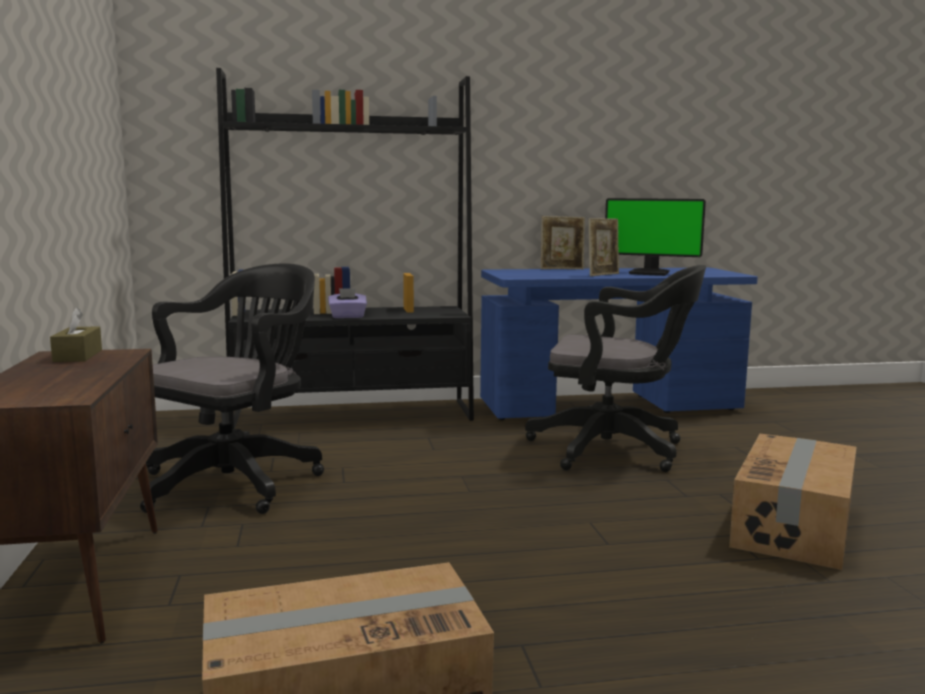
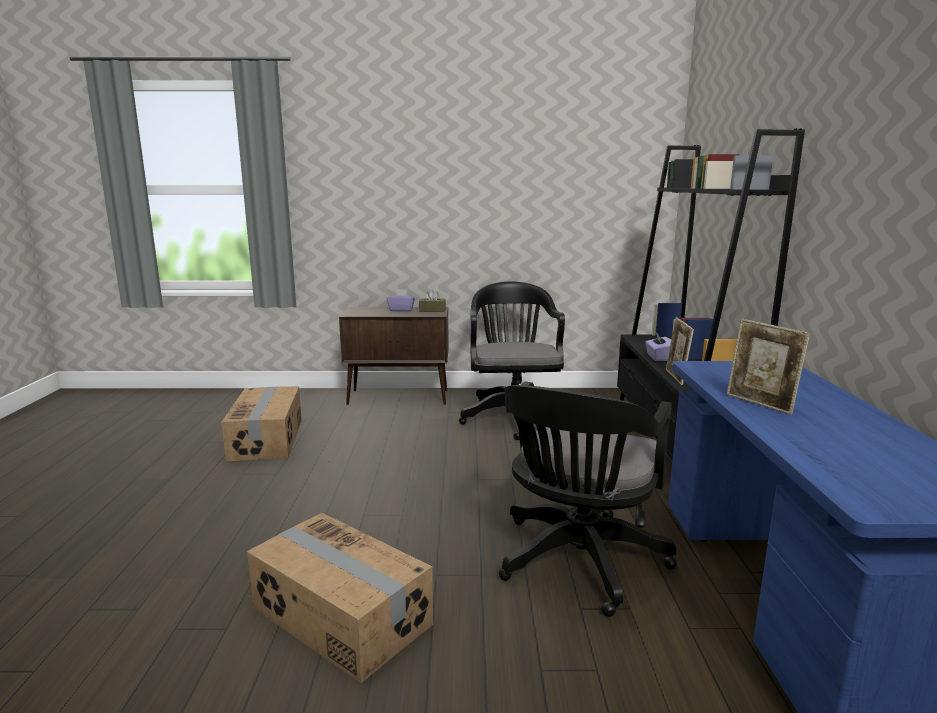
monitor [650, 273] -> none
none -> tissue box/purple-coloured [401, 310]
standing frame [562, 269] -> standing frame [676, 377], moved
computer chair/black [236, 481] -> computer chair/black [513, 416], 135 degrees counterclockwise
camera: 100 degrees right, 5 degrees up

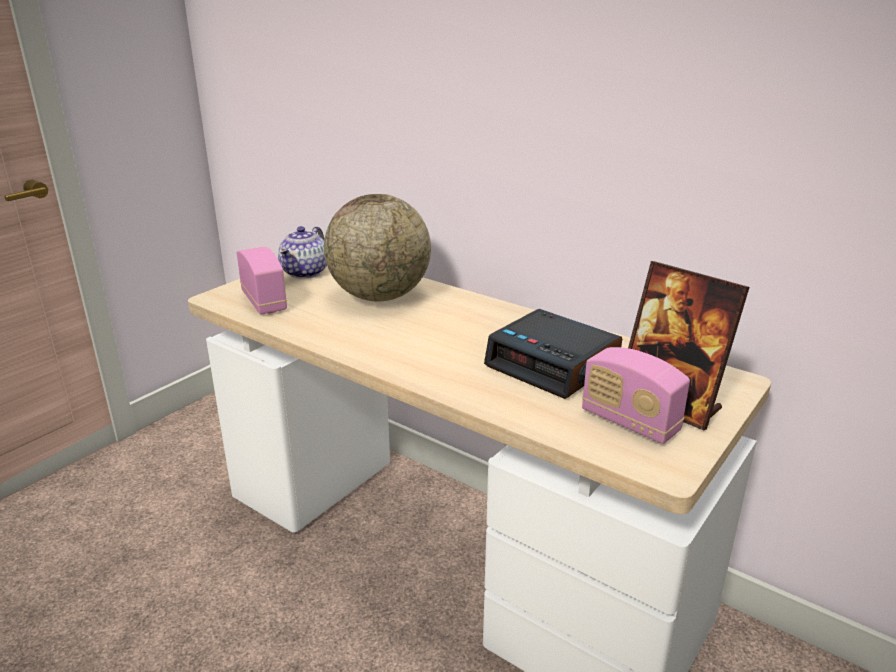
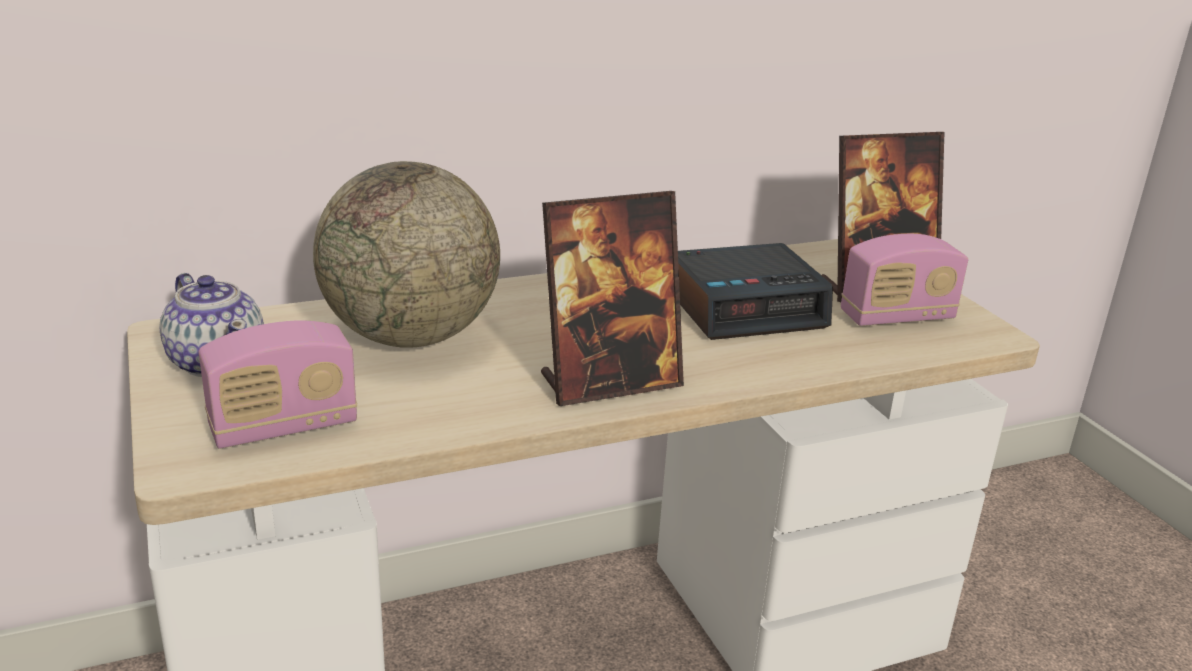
none -> standing frame [609, 382]
radio [264, 302] -> radio [283, 427], 150 degrees clockwise
camera: 60 degrees left, 0 degrees up

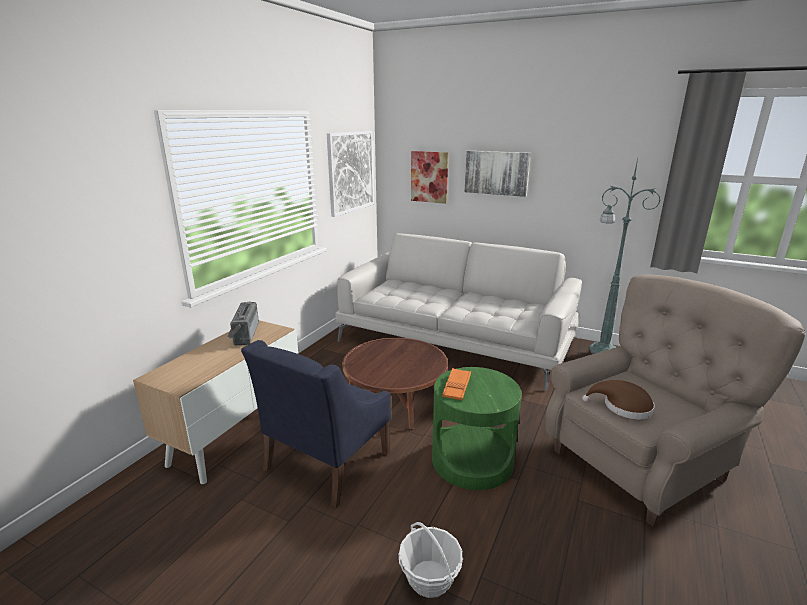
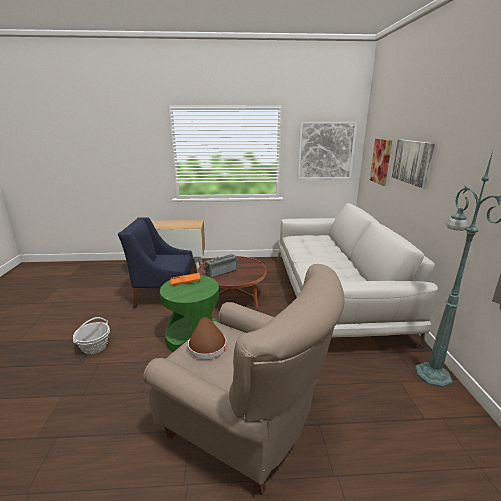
radio [243, 334] -> radio [220, 272], moved
camera: 60 degrees right, 0 degrees up

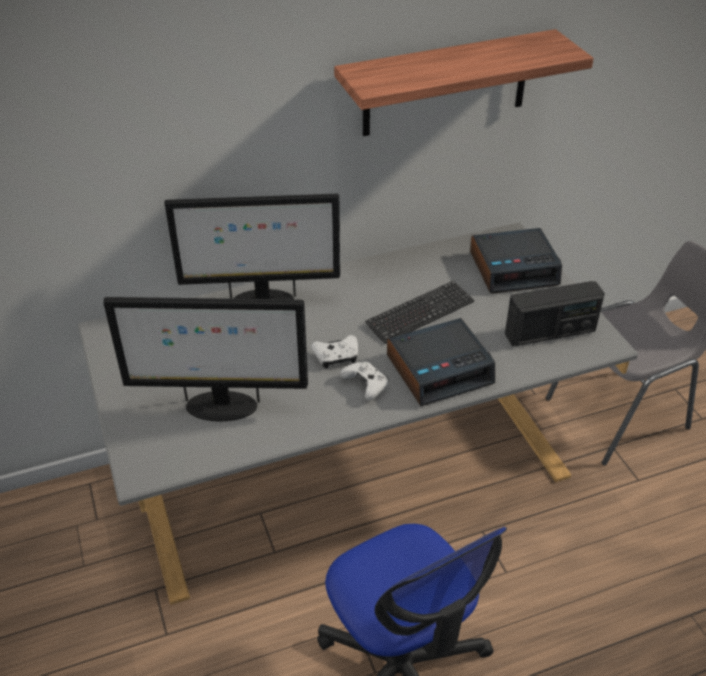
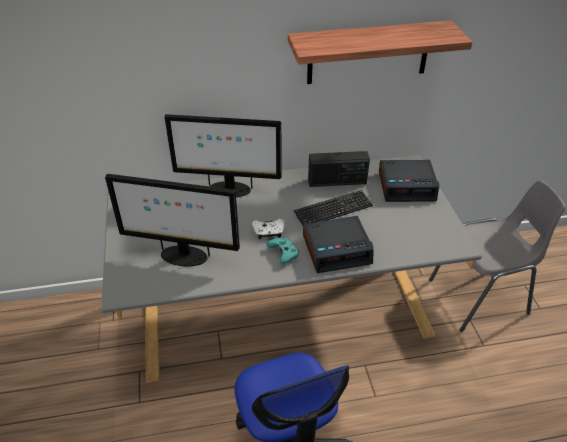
radio [550, 332] -> radio [337, 182], moved
joypad/whitish [366, 385] -> joypad/turquoise [283, 254]
camera: 10 degrees right, 0 degrees up

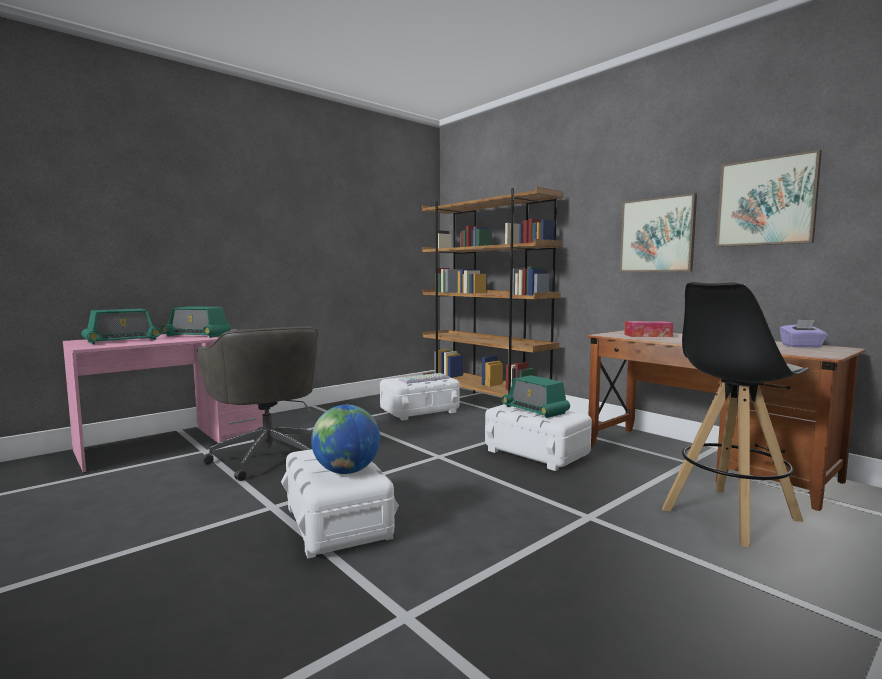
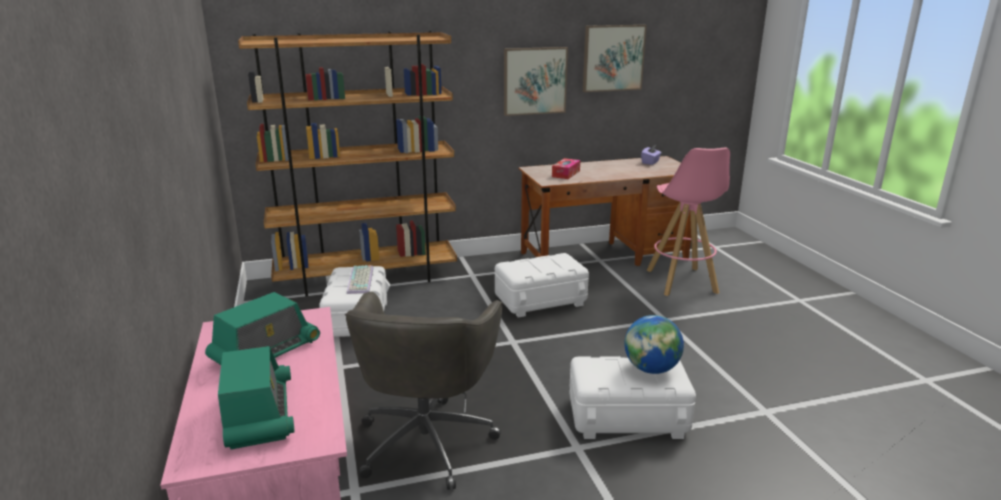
radio [535, 410] -> none
stool seat/black [729, 515] -> stool seat/pink-coloured [681, 282]
computer chair/gray [268, 456] -> computer chair/gray [427, 439], 105 degrees clockwise
camera: 65 degrees left, 15 degrees up

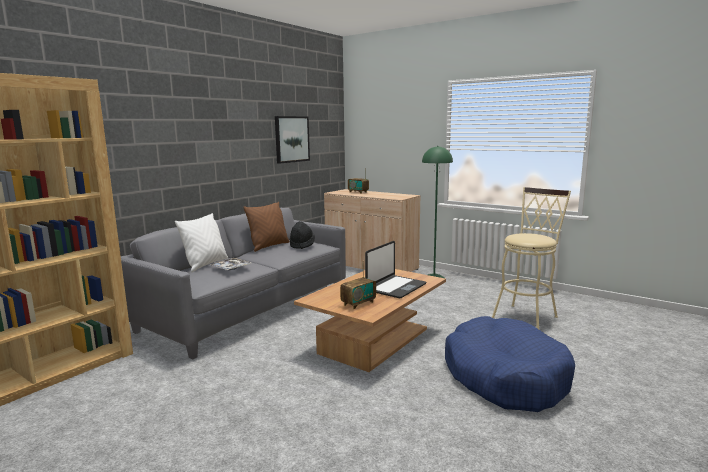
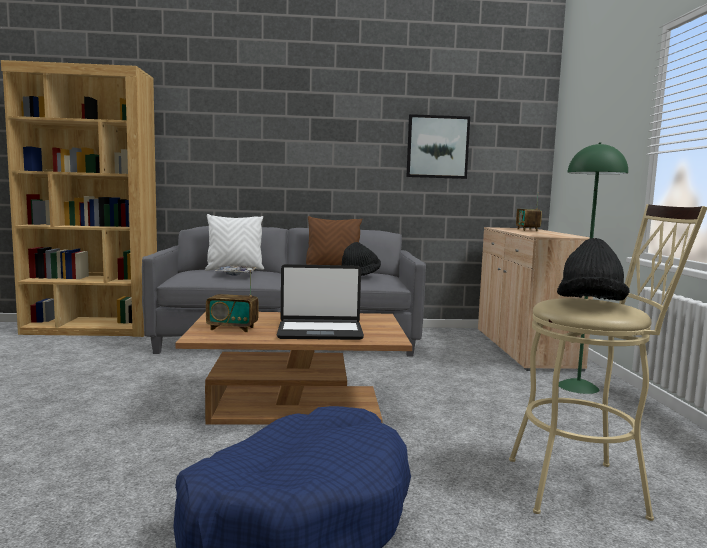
none -> clothing hat/black [590, 304]
camera: 50 degrees right, 5 degrees down

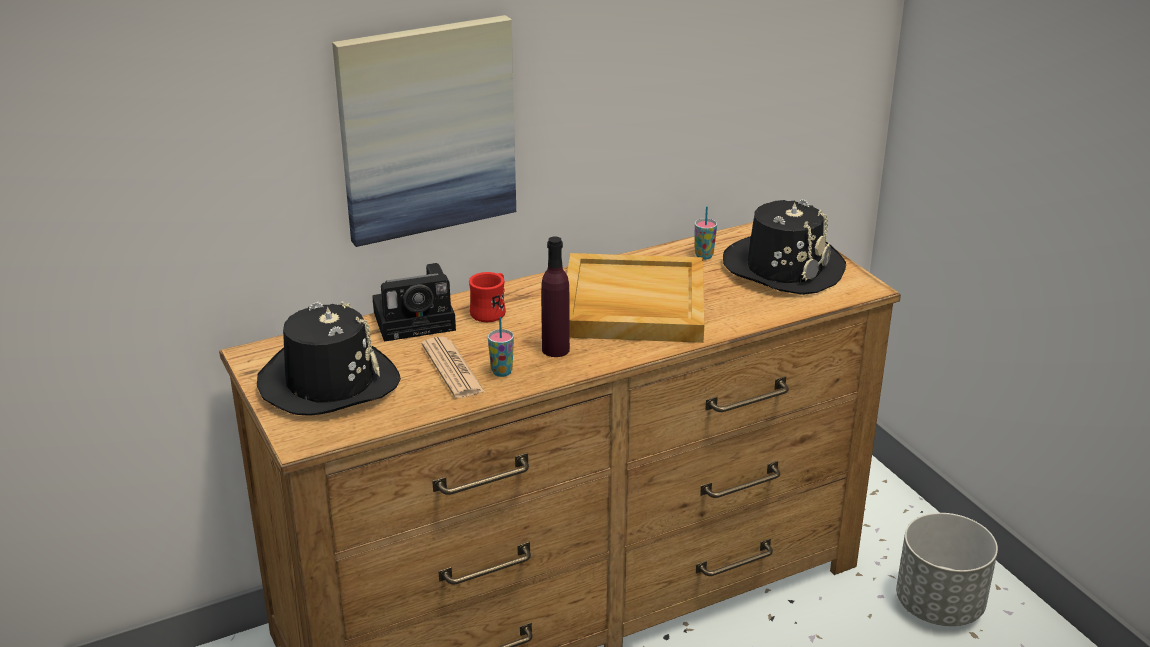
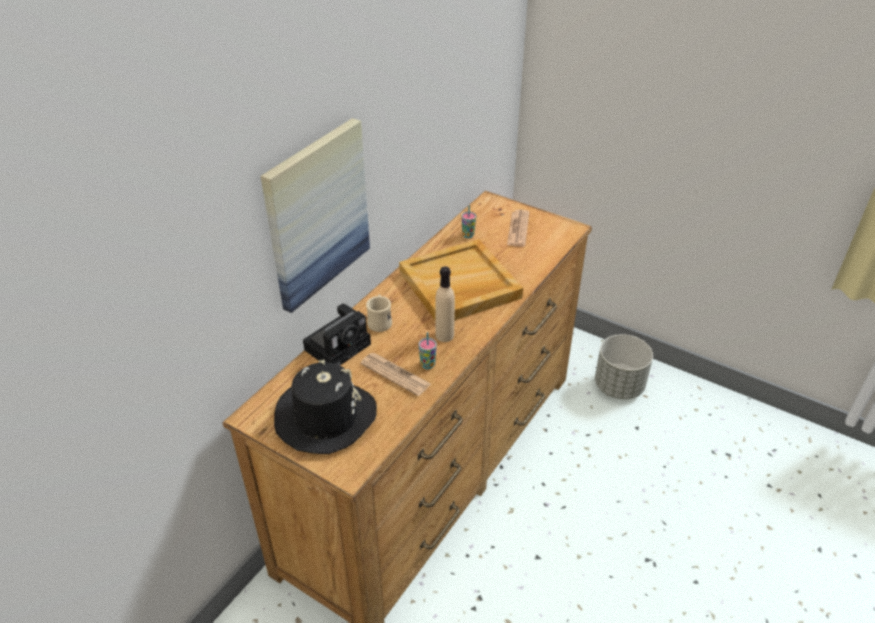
clothing hat/black [783, 267] -> printed paper [518, 229]
mug/red [491, 311] -> mug/beige-coloured [380, 321]
bottle/purple-coloured [555, 349] -> bottle/beige-coloured [444, 335]
camera: 30 degrees left, 10 degrees up

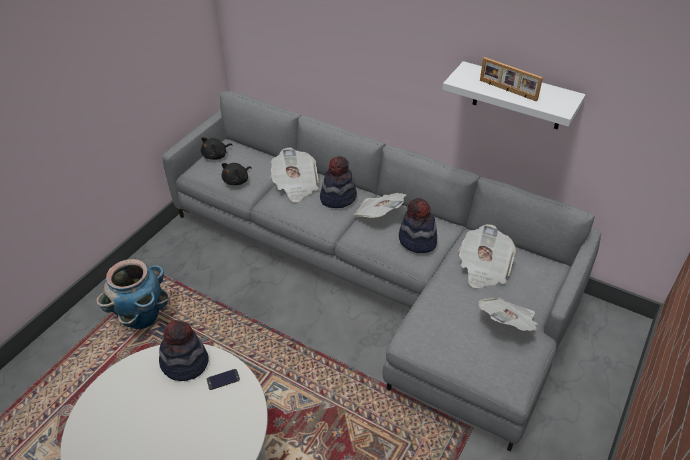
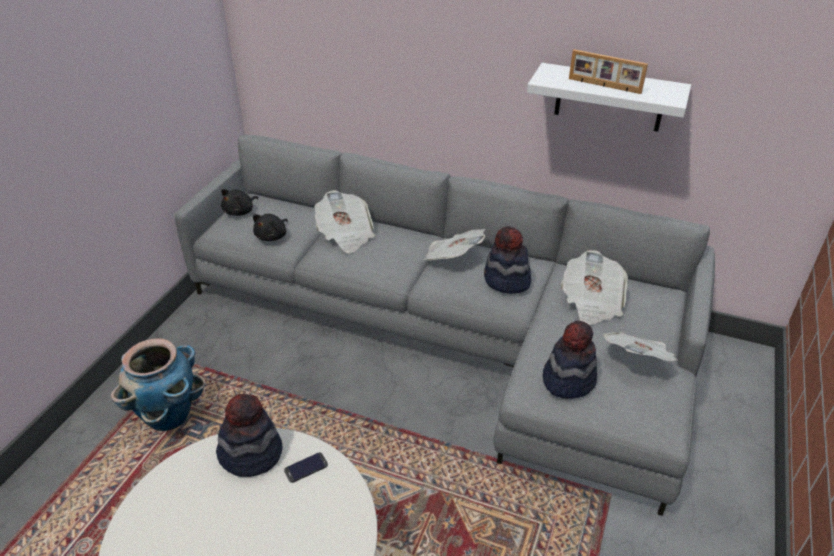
clothing hat [338, 197] -> clothing hat [568, 379], moved
camera: 10 degrees left, 5 degrees down

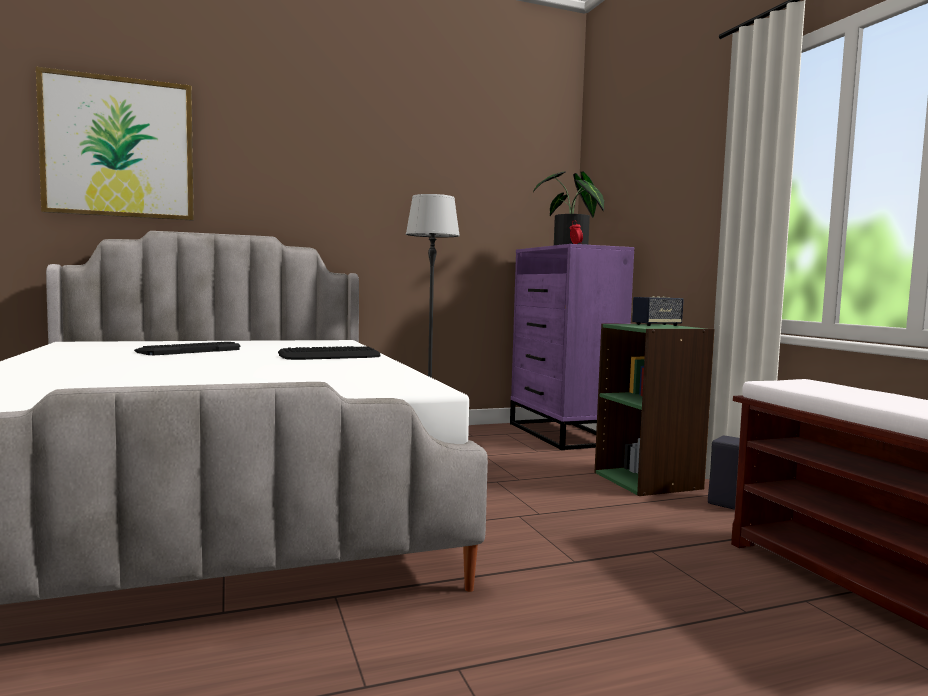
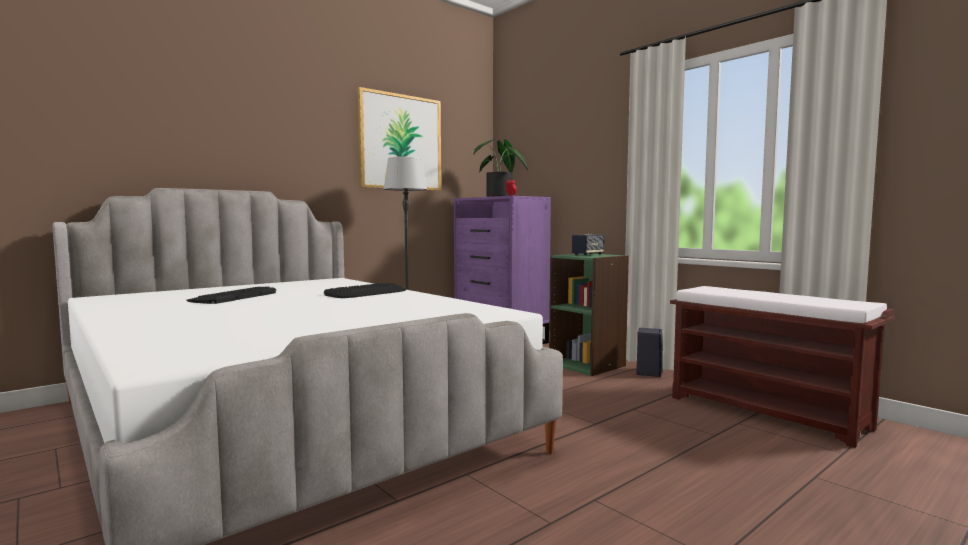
picture [119, 148] -> picture [400, 142], moved
camera: 20 degrees left, 0 degrees up

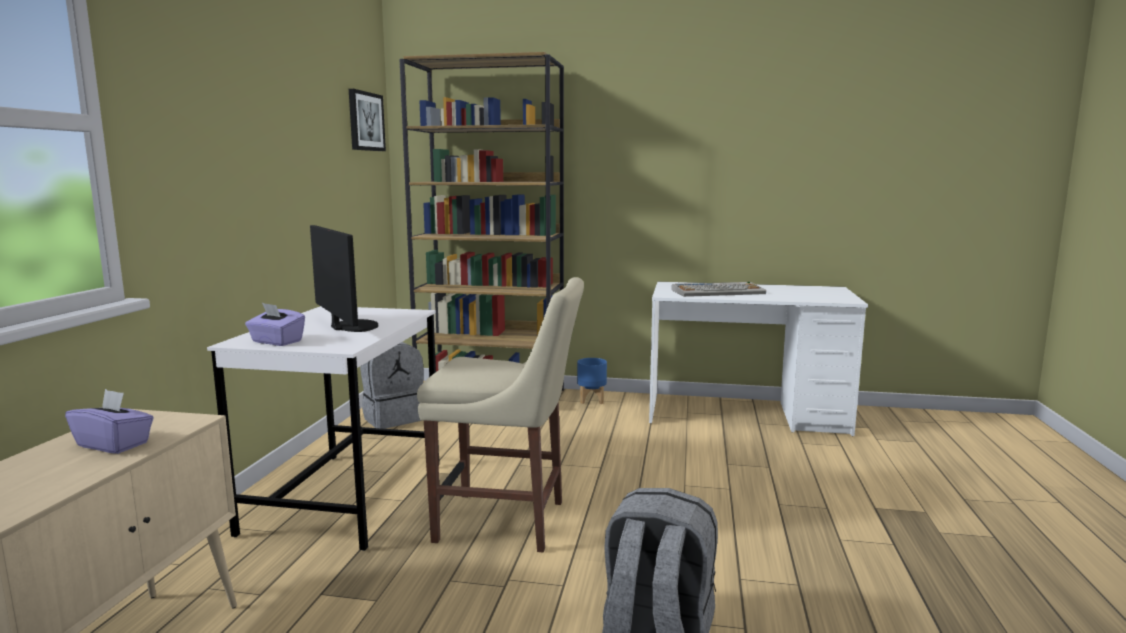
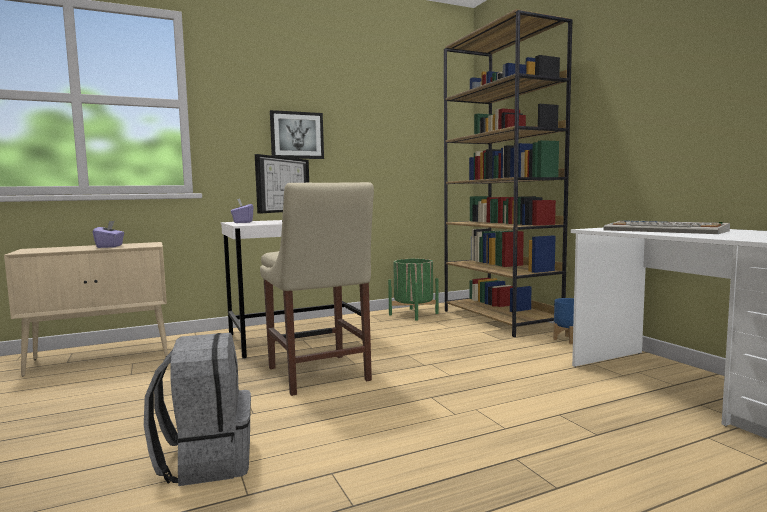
picture [365, 121] -> picture [297, 135], moved
backpack/gray [393, 418] -> flower pot/green-coloured [413, 314]
camera: 55 degrees right, 5 degrees down

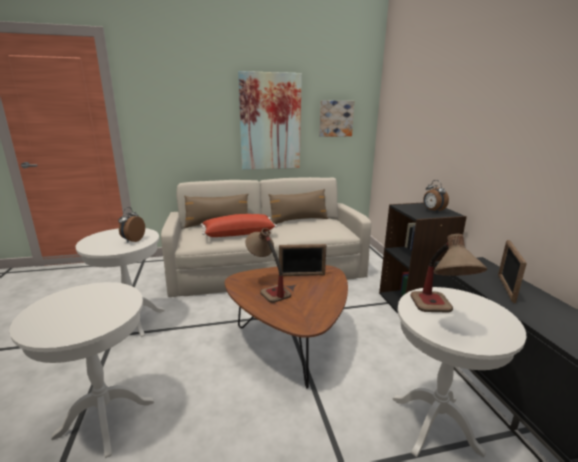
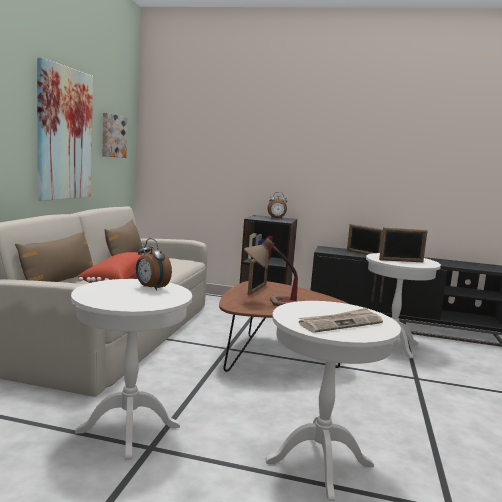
none -> printed paper [340, 323]
table lamp [439, 315] -> standing frame [401, 261]
camera: 65 degrees left, 10 degrees down

